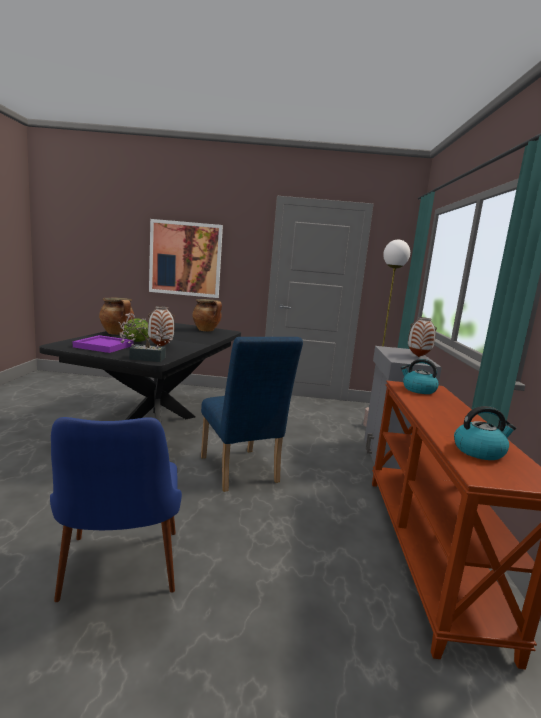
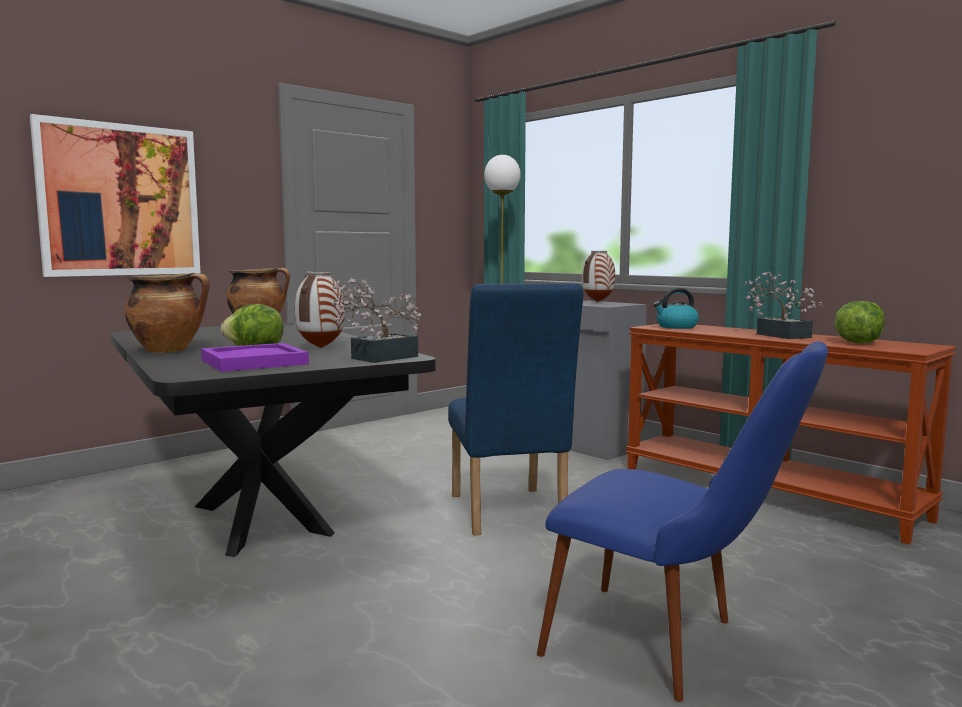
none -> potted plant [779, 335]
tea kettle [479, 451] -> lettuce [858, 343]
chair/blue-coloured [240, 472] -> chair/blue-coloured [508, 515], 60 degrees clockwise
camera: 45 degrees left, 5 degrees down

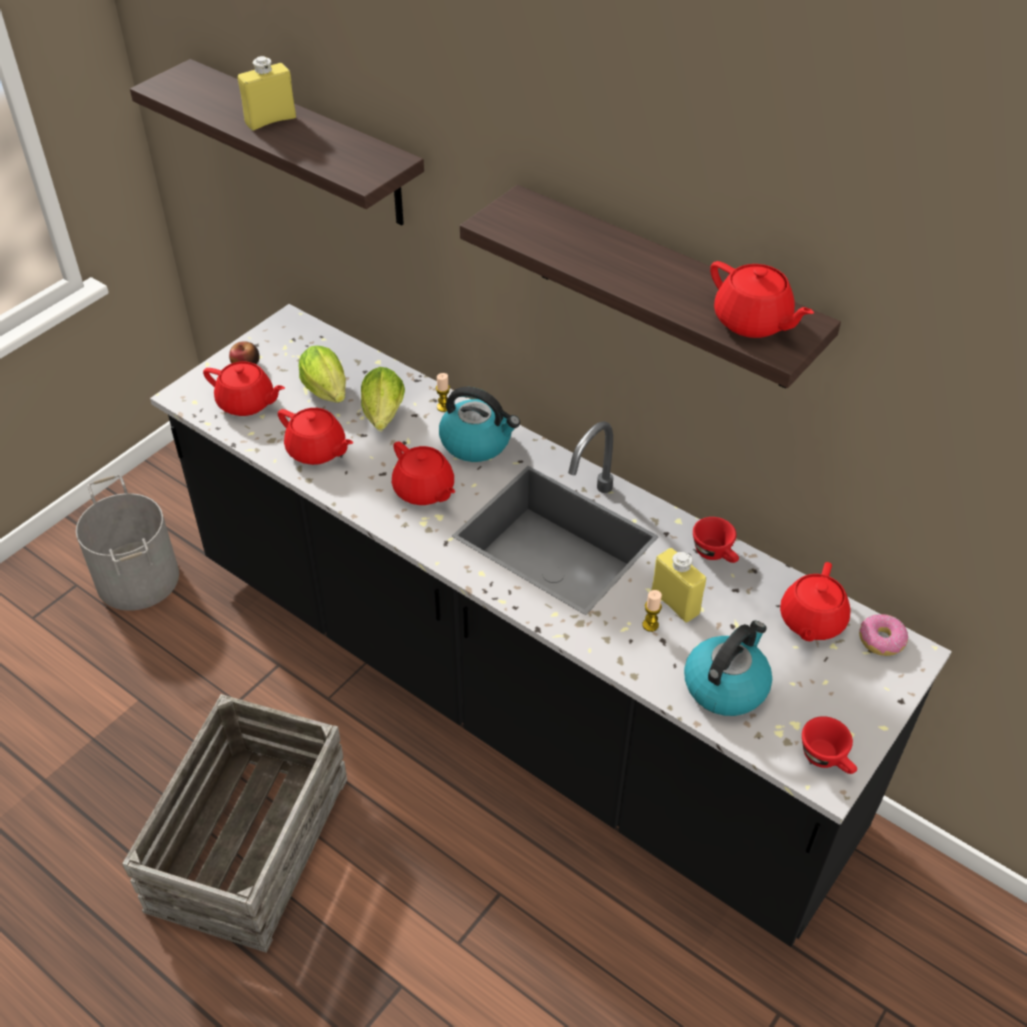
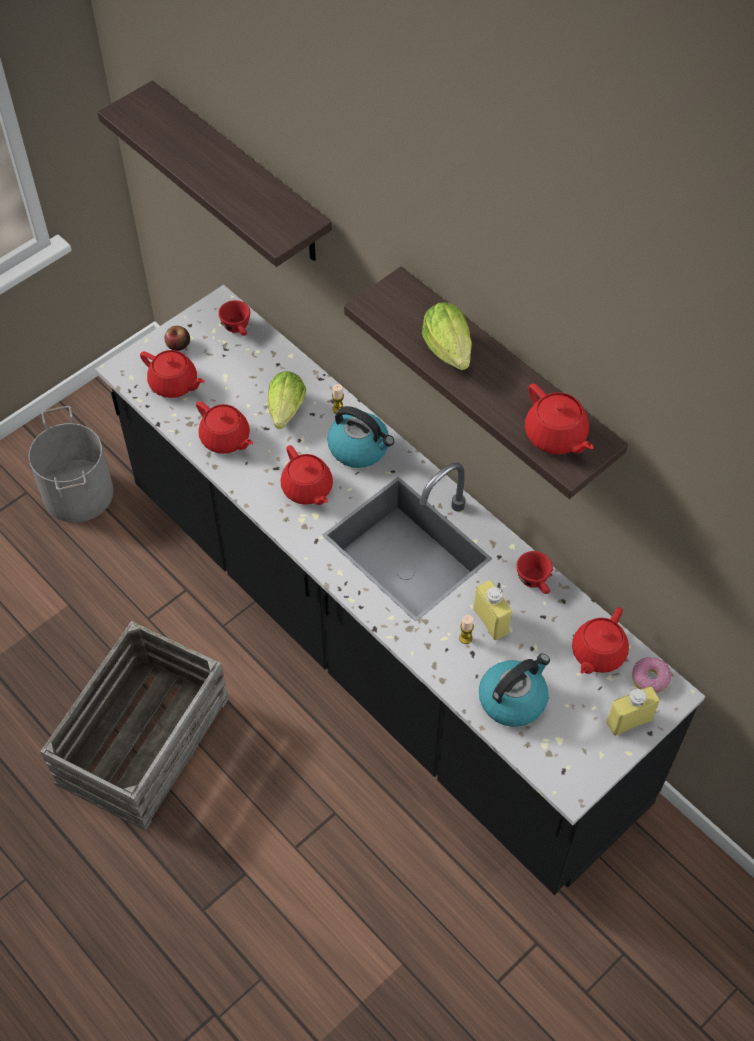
bottle/yellow-coloured [270, 121] -> bottle/yellow-coloured [629, 721], moved
lettuce [328, 393] -> lettuce [449, 353], moved
small cup/red [827, 759] -> small cup/red [238, 328], moved
camera: 10 degrees right, 10 degrees up

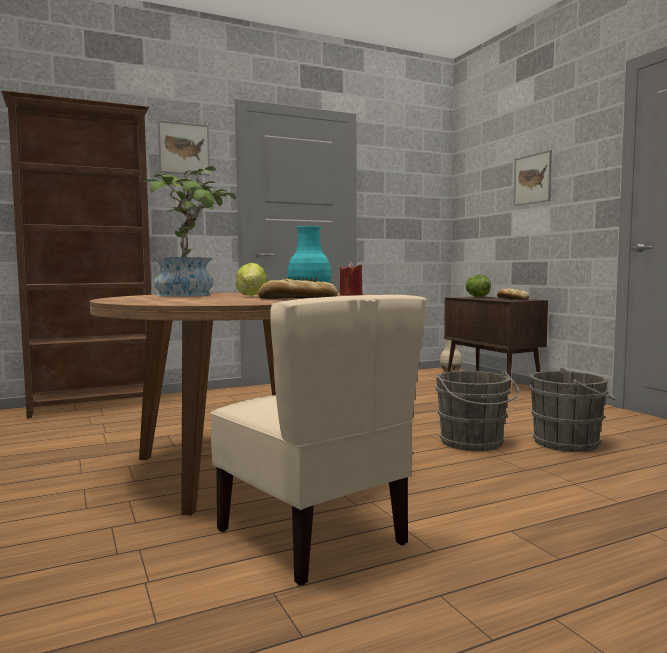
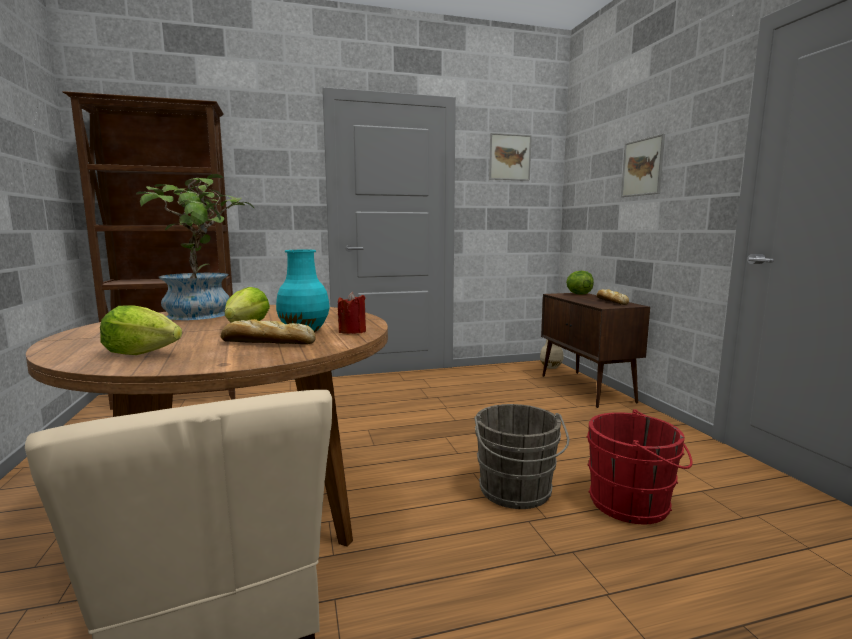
none -> lettuce [142, 353]
picture [184, 148] -> picture [509, 157], moved
bucket/gray [570, 443] -> bucket/red [634, 504]
camera: 10 degrees right, 5 degrees up

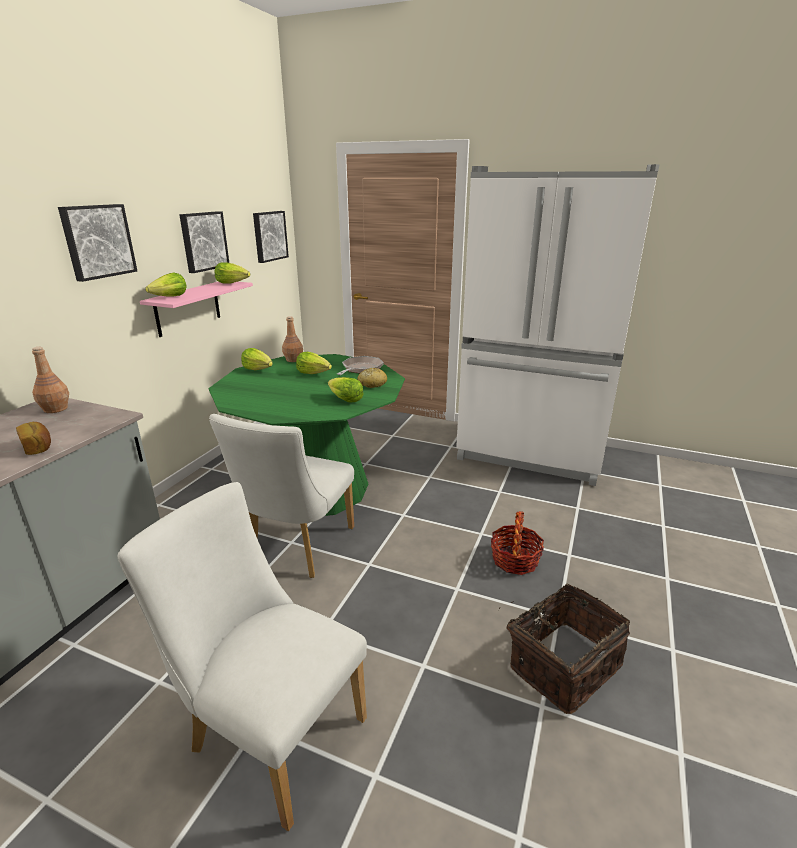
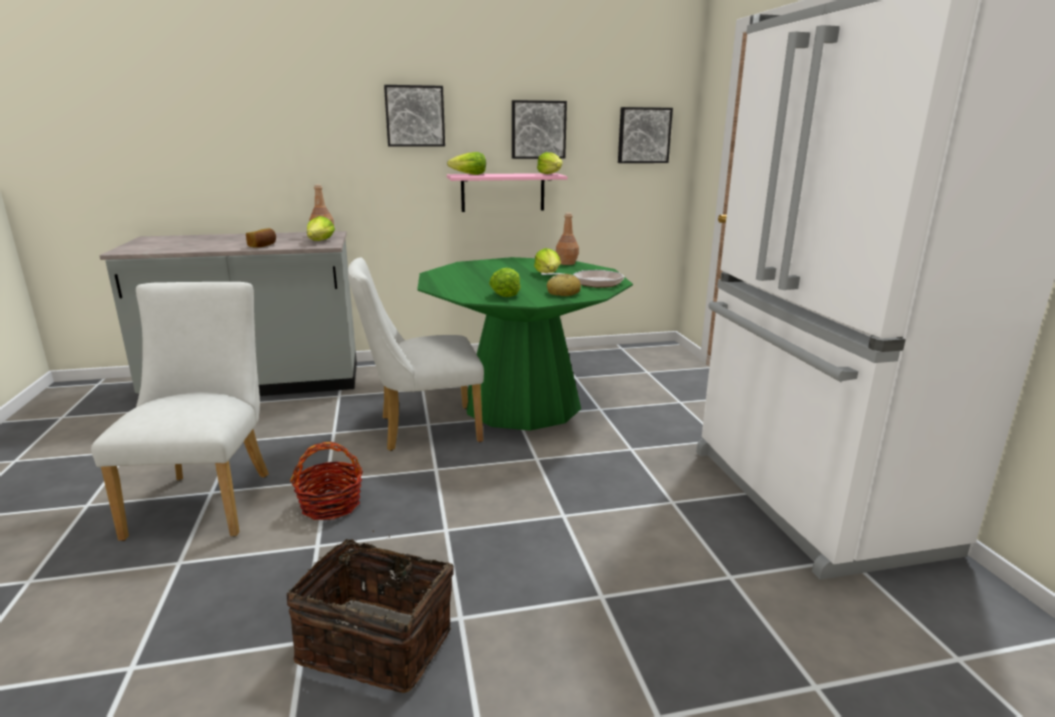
lettuce [258, 369] -> lettuce [320, 241], moved
storage basket [515, 560] -> storage basket [331, 505], moved
camera: 55 degrees right, 5 degrees down

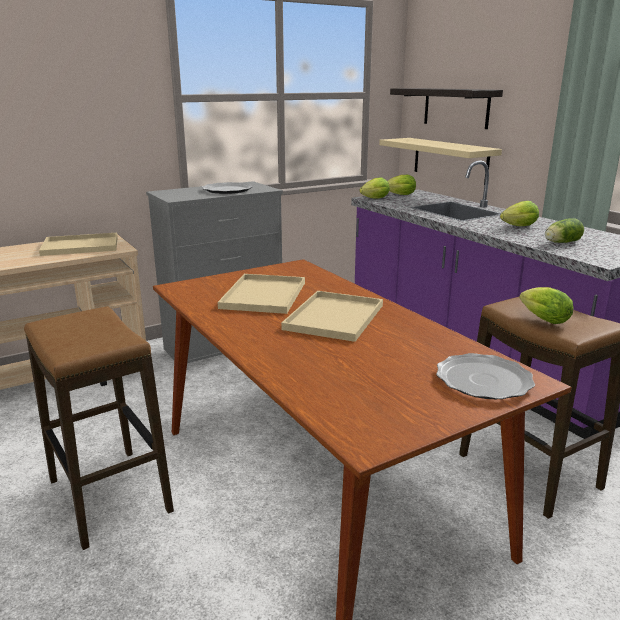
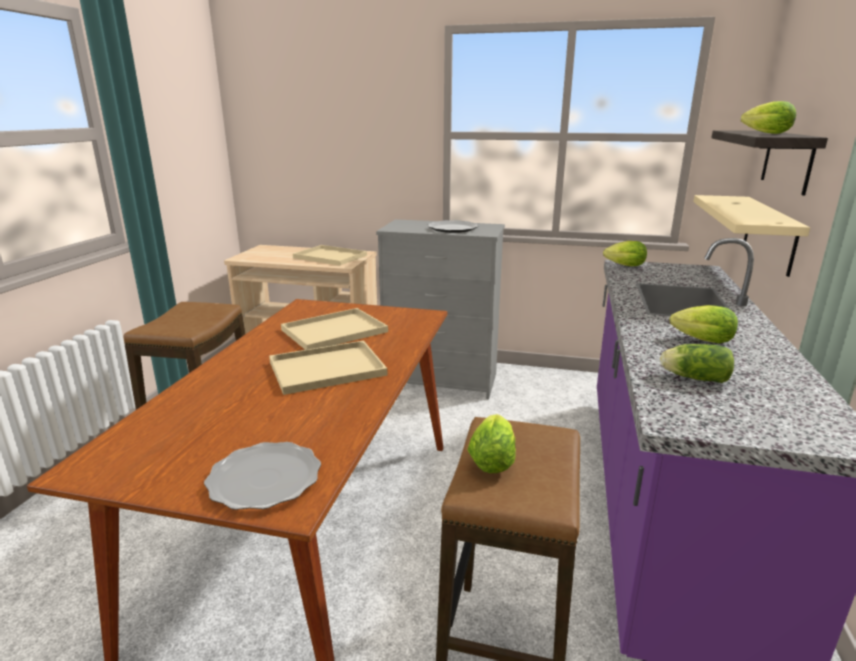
lettuce [399, 195] -> lettuce [764, 133], moved
camera: 45 degrees right, 0 degrees up

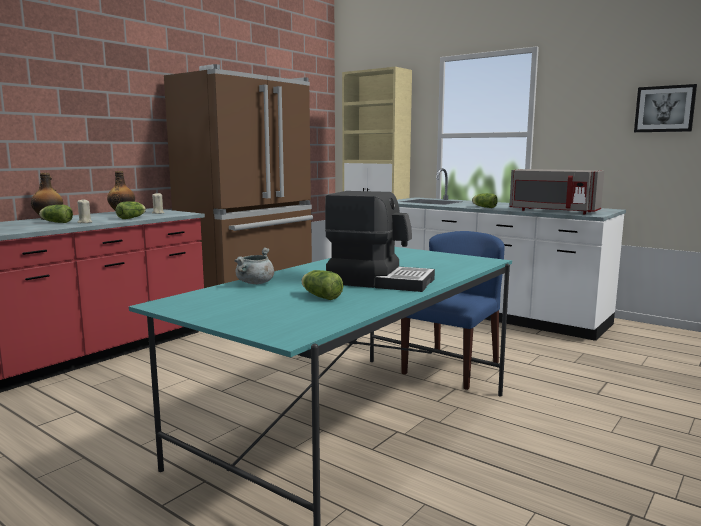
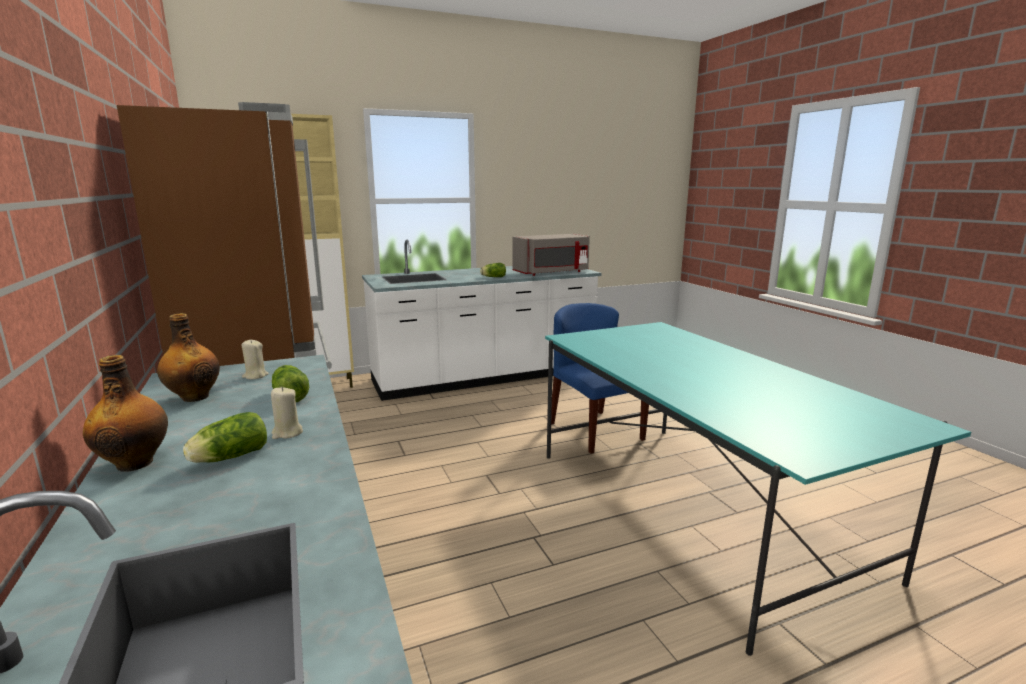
stockpot/gray [255, 283] -> none
lettuce [320, 296] -> none
coffee brewer [380, 281] -> none
picture [664, 109] -> none
camera: 60 degrees left, 5 degrees up

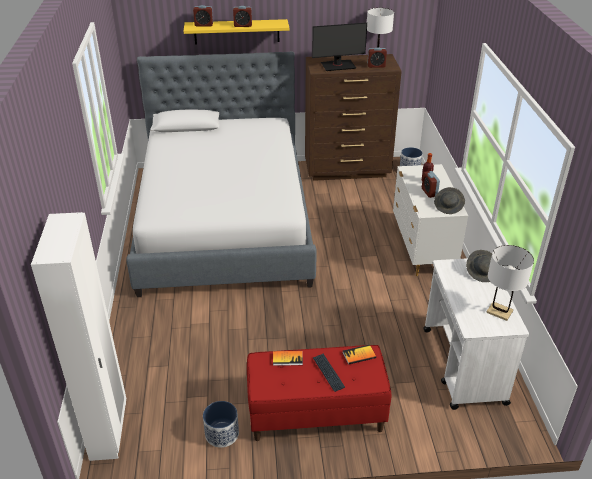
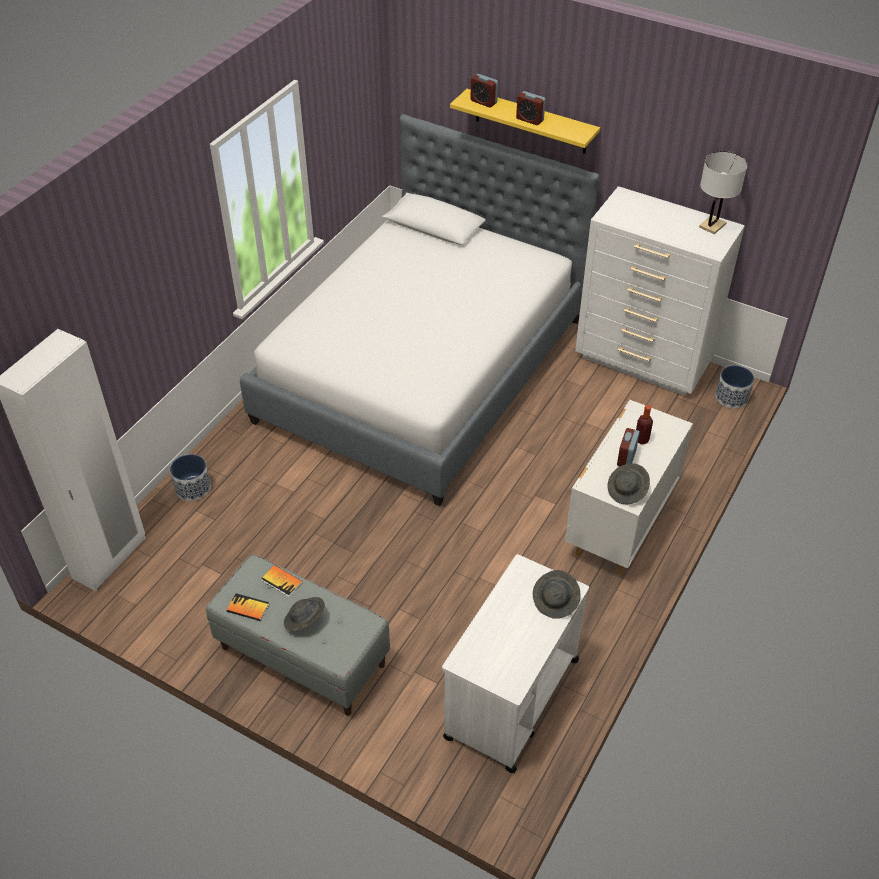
monitor [338, 65] -> none
table clock [376, 66] -> none
table lamp/whitish [499, 312] -> none
flower pot [221, 434] -> flower pot [192, 488], moved
book [359, 355] -> book [248, 608], moved
keyboard [328, 373] -> clothing hat/gray [304, 620]
long seat/red [316, 414] -> long seat/gray [302, 656]
dresser/brownish [347, 170] -> dresser/whitish [643, 362]
camera: 35 degrees right, 10 degrees up

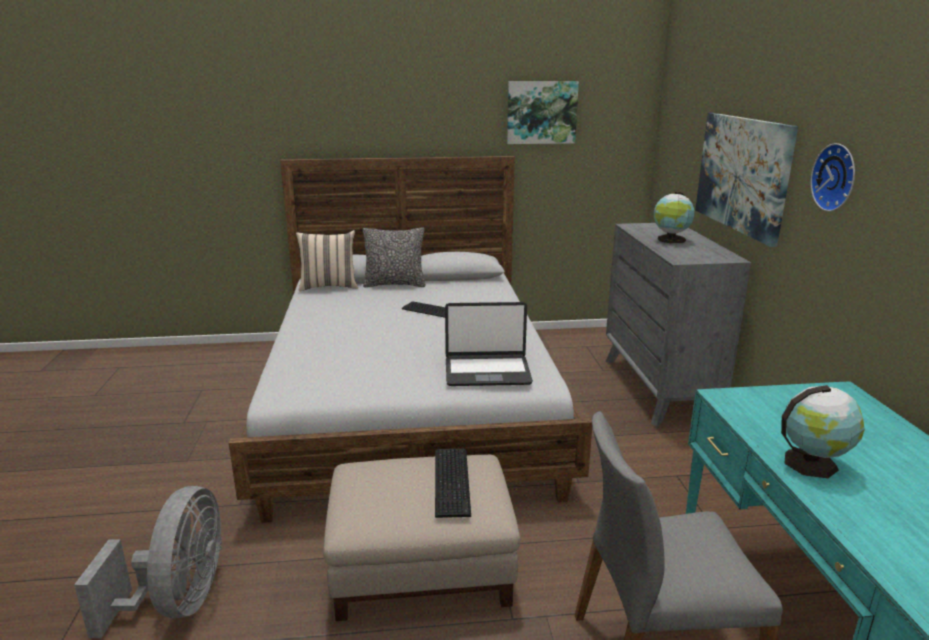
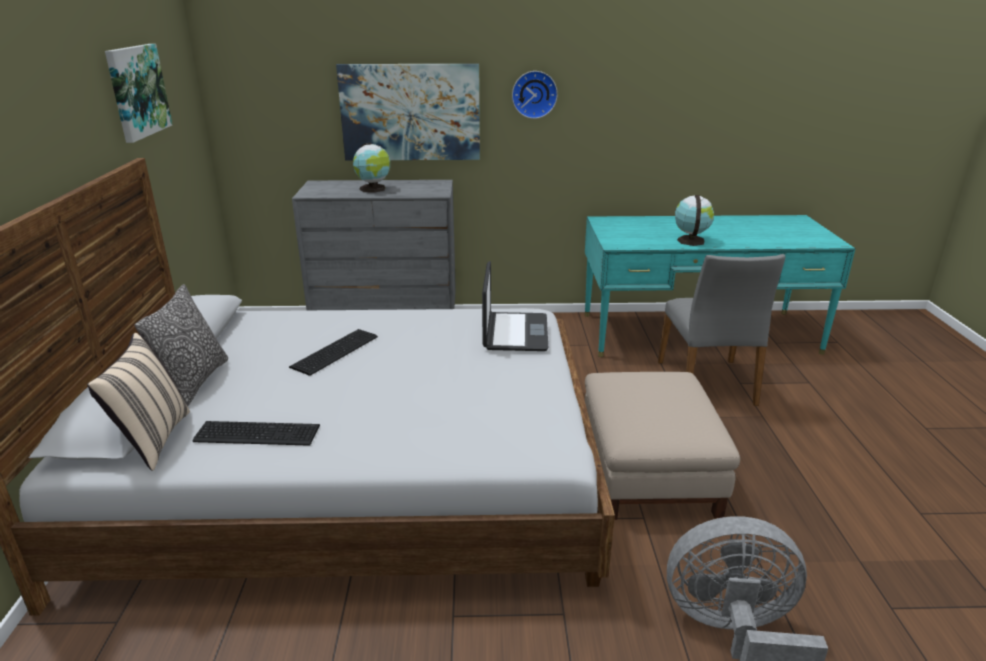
keyboard [453, 480] -> keyboard [256, 432], moved
camera: 85 degrees left, 5 degrees up

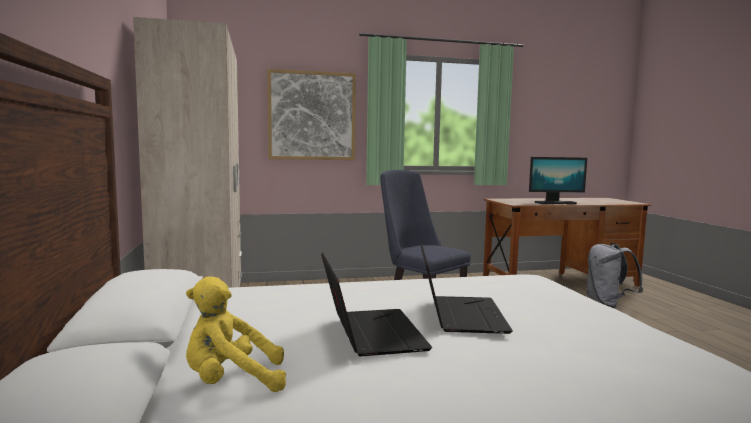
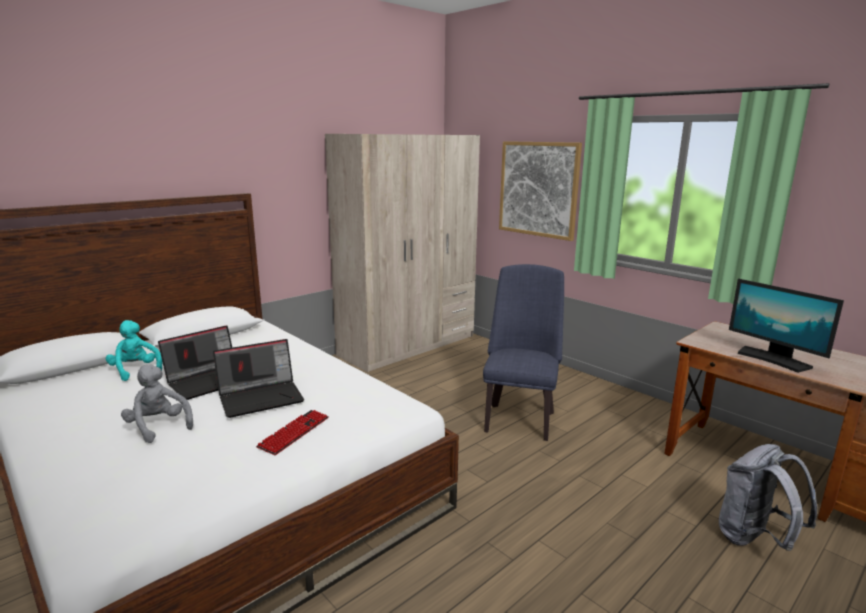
none -> soft toy/gray [158, 427]
none -> keyboard [294, 433]
soft toy/yellow-coloured [231, 382] -> soft toy/turquoise [136, 371]
camera: 60 degrees right, 10 degrees up

